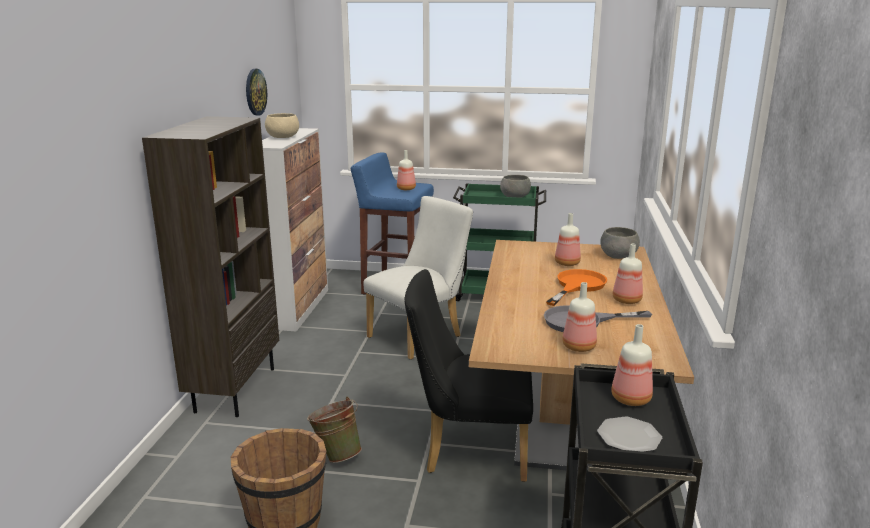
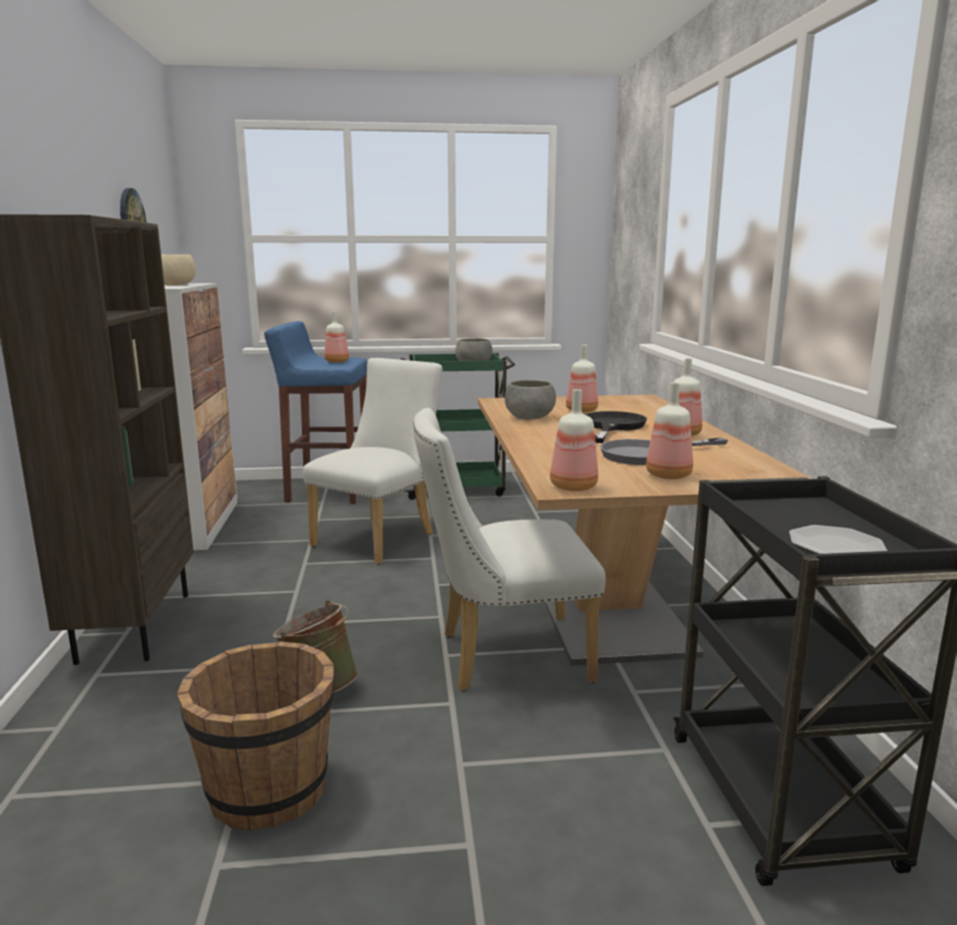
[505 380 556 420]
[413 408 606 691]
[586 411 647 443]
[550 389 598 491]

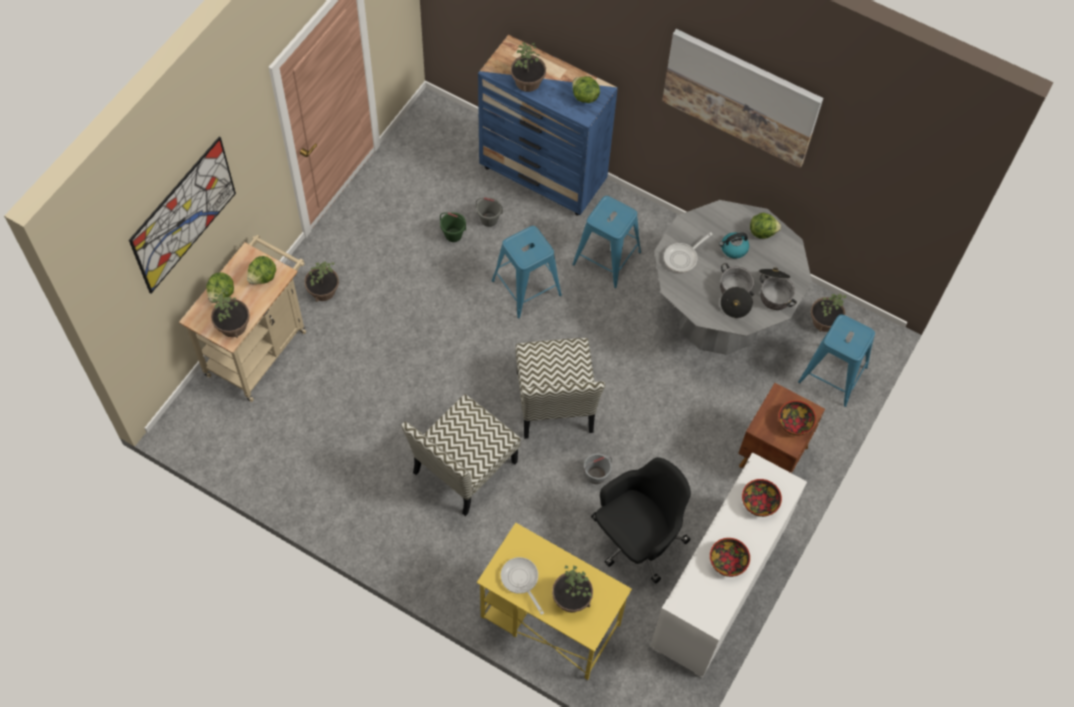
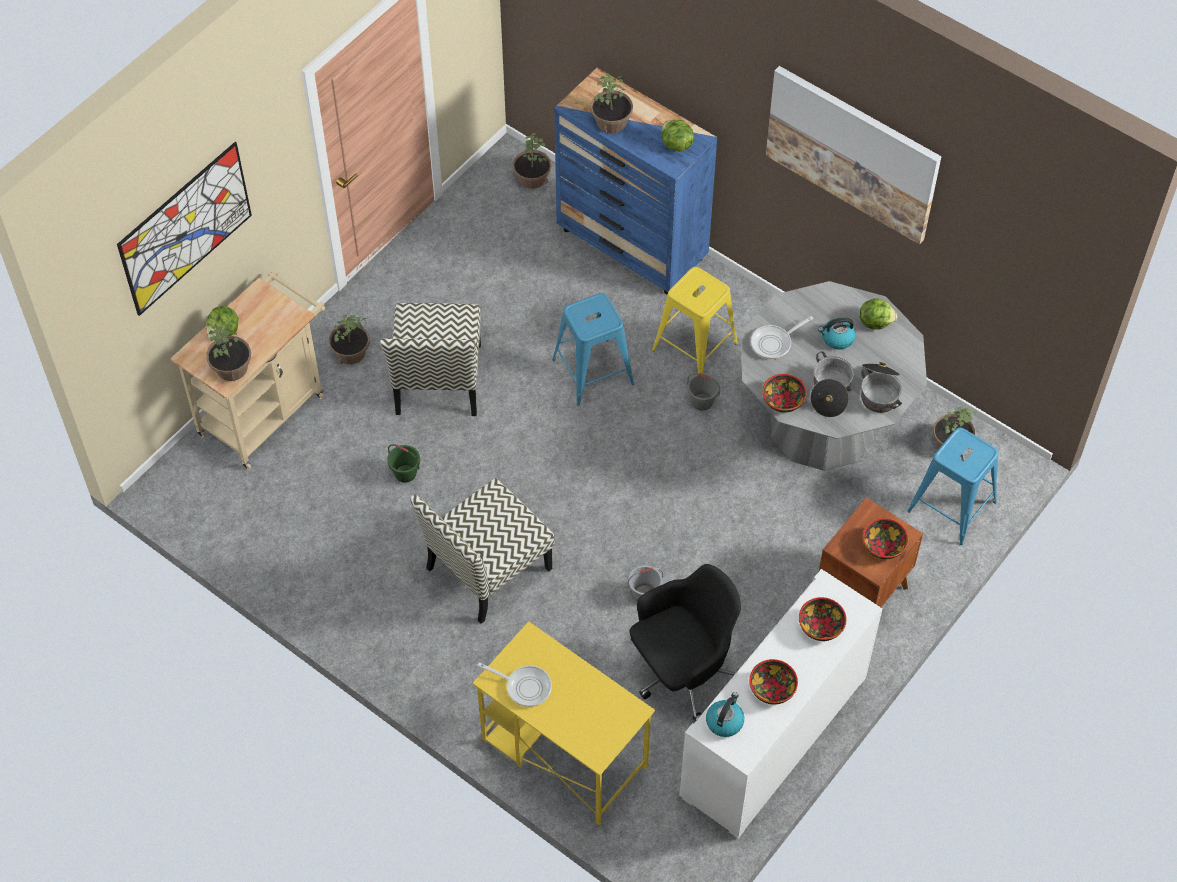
[652 267 738 374]
[687 373 720 411]
[387 444 420 483]
[247 256 276 284] (first image)
[380 303 481 416]
[477 663 552 707]
[513 132 551 189]
[762 374 807 413]
[706 692 744 737]

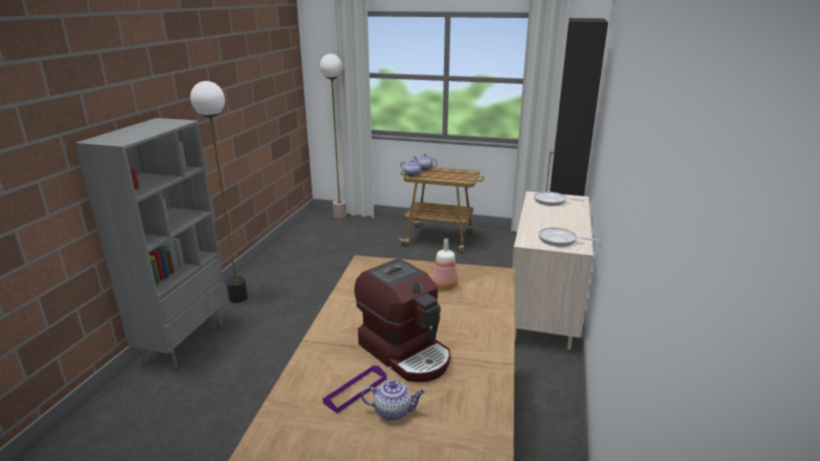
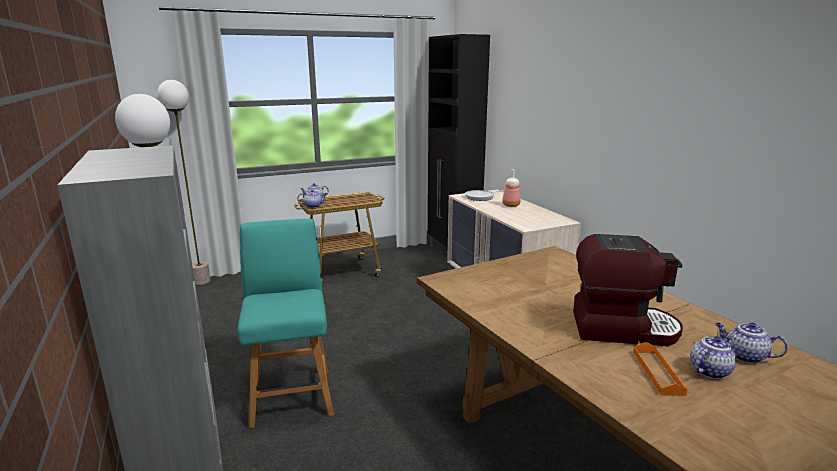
[539 227 599 247] (first image)
[502 169 520 207]
[633 342 688 396]
[237 219 334 428]
[715 322 788 363]

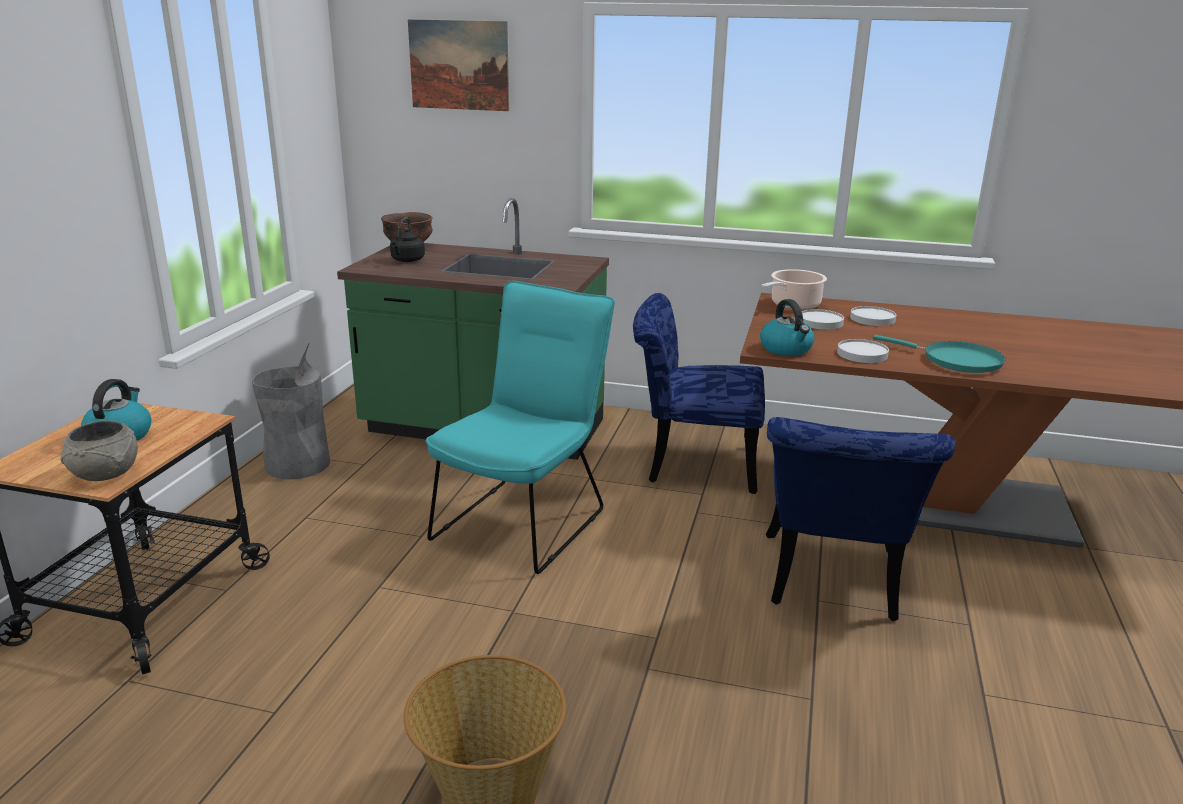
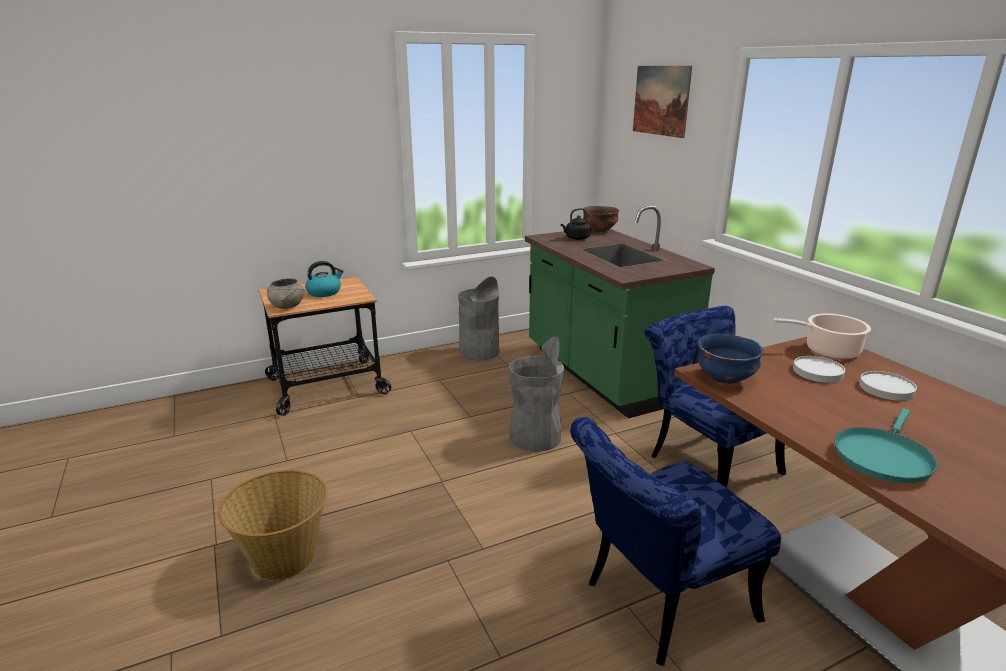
[509 336 564 452]
[697 334 763 383]
[834 408 938 483]
[837 339 889 363] (first image)

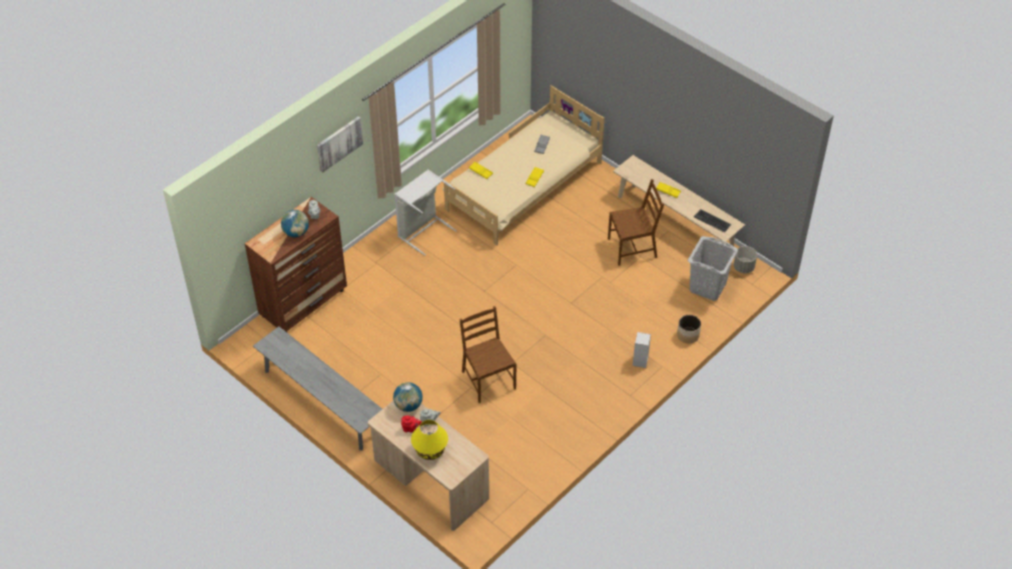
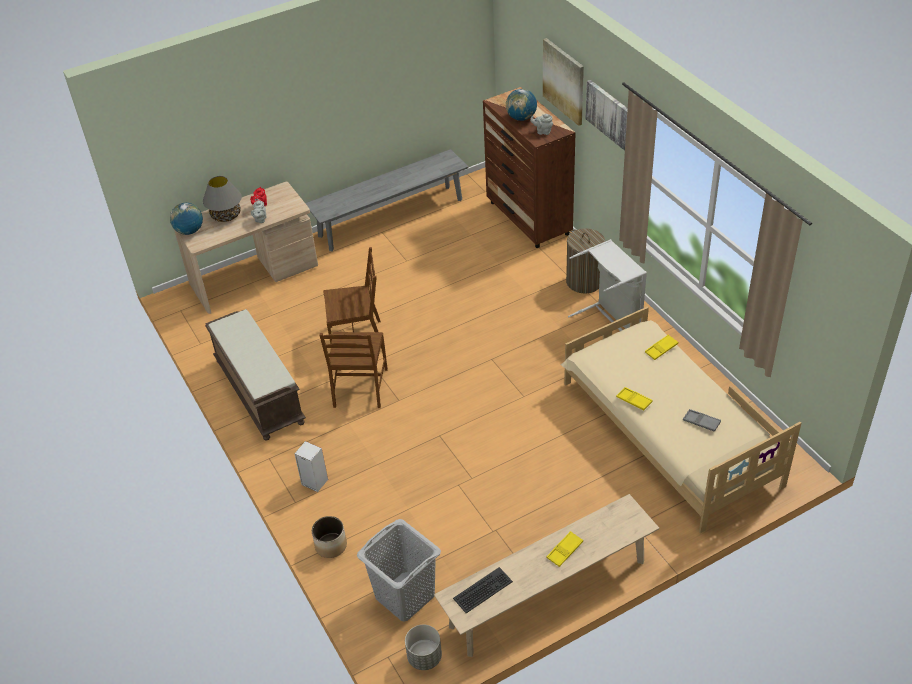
[319 332 388 408]
[170 203 203 235]
[203 176 242 222]
[543 38 584 126]
[566 228 605 293]
[205 309 306 441]

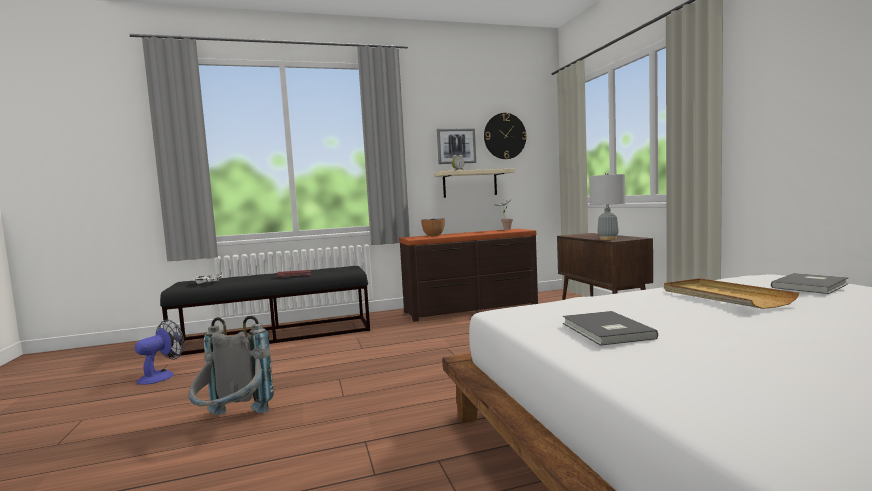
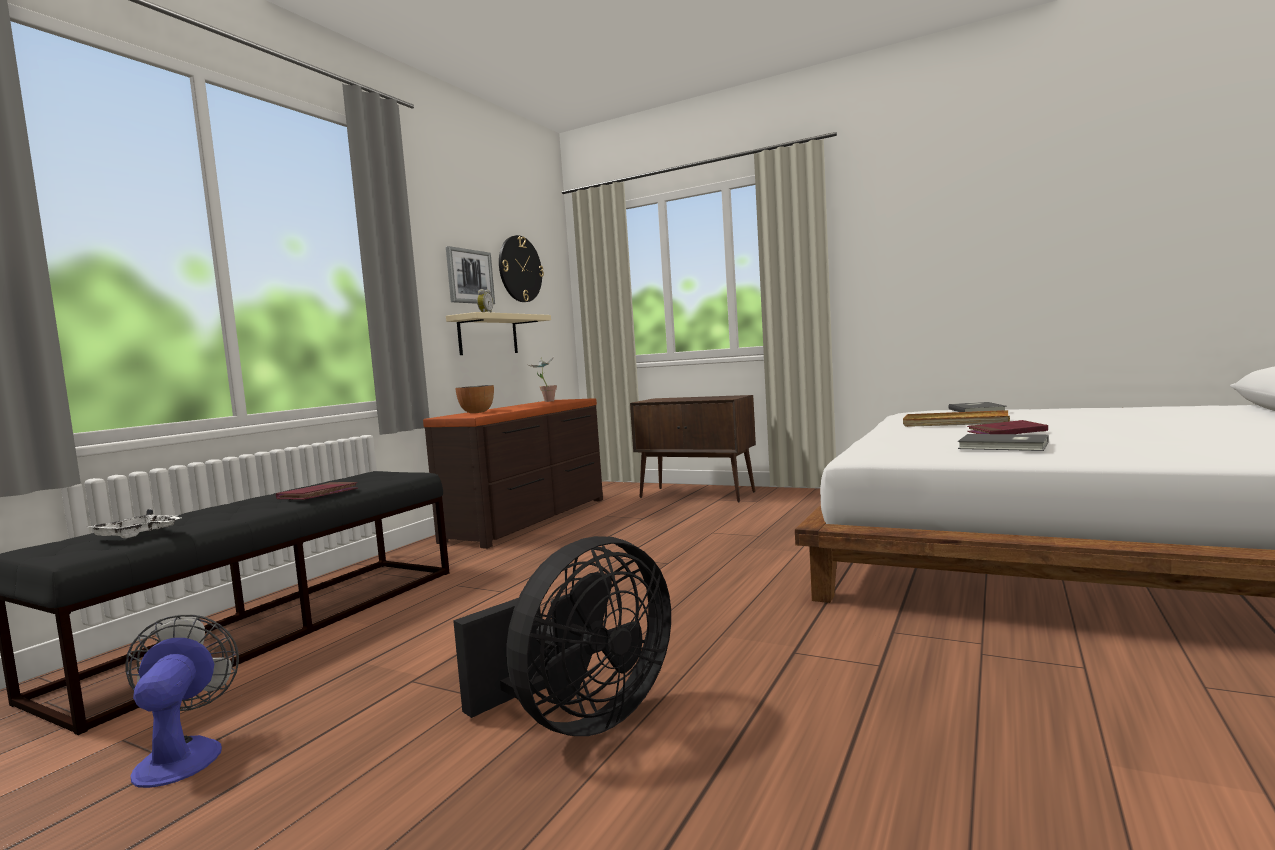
[589 172 625 240] (first image)
[453 536 671 736]
[967 420 1048 434]

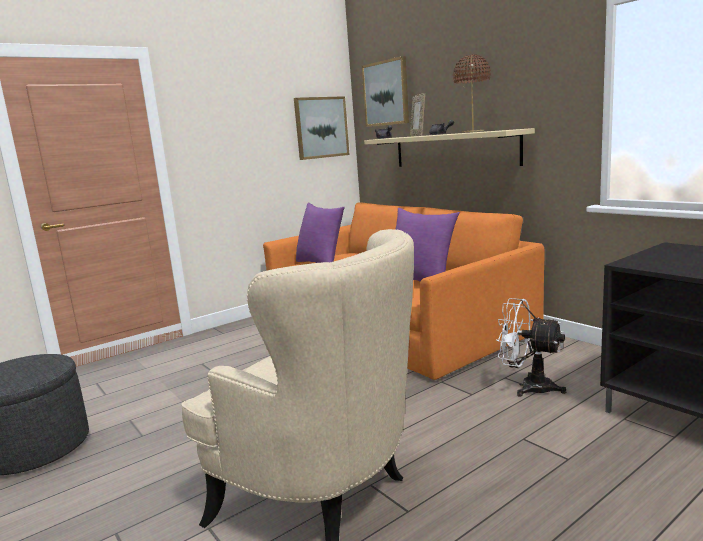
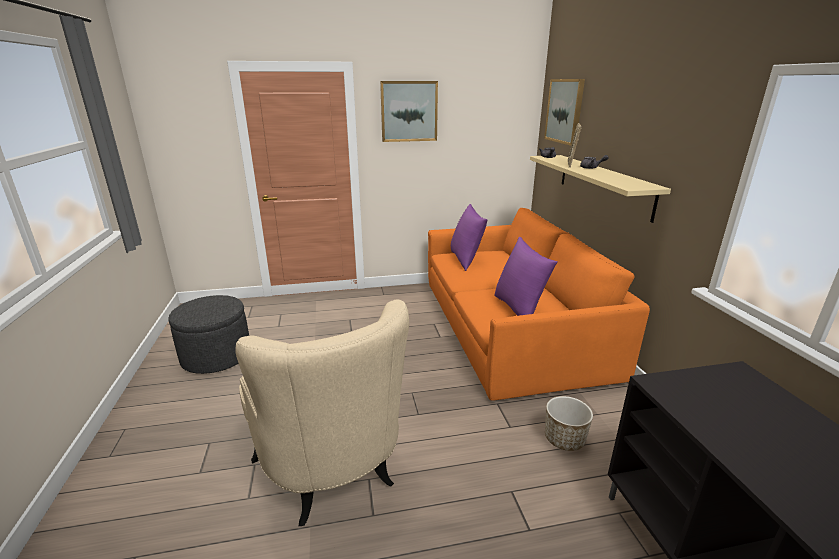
[453 54 491 132] (first image)
[380 81 438 142]
[545 396 593 451]

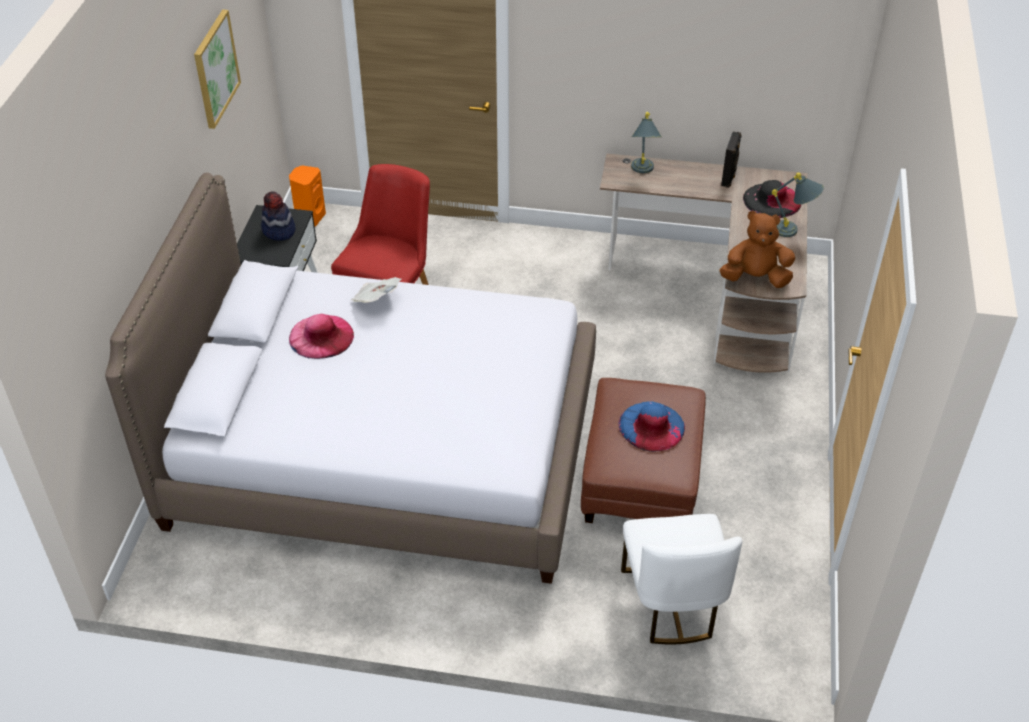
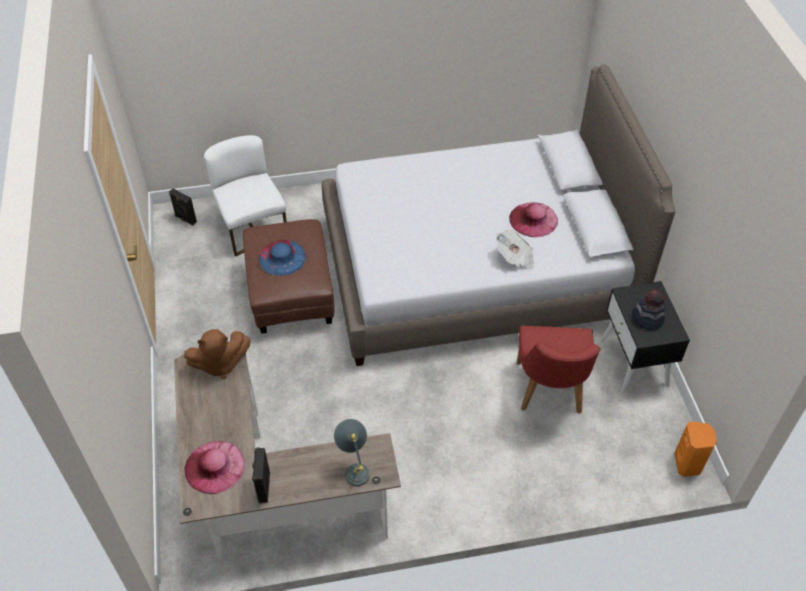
[194 9 241 129] (first image)
[772 173 824 237] (first image)
[185 441 245 494]
[169 189 197 225]

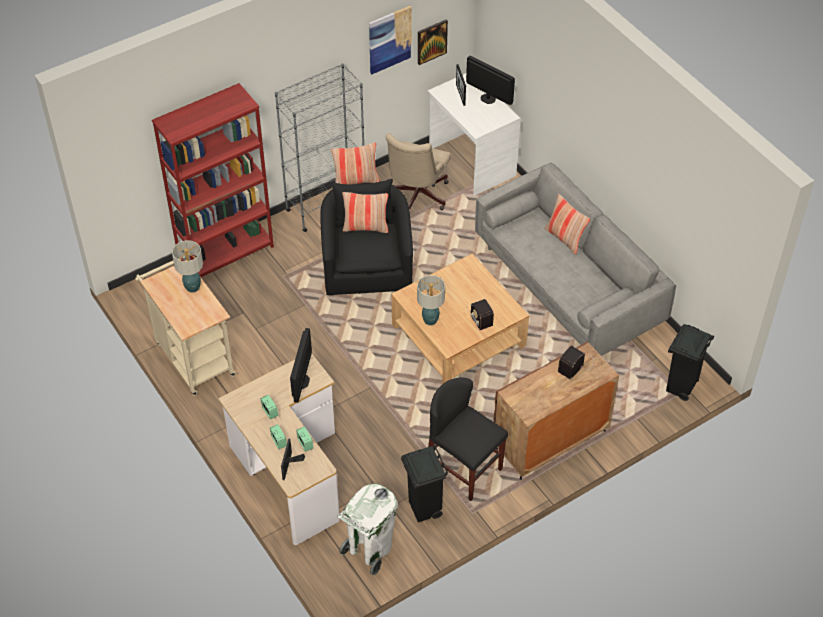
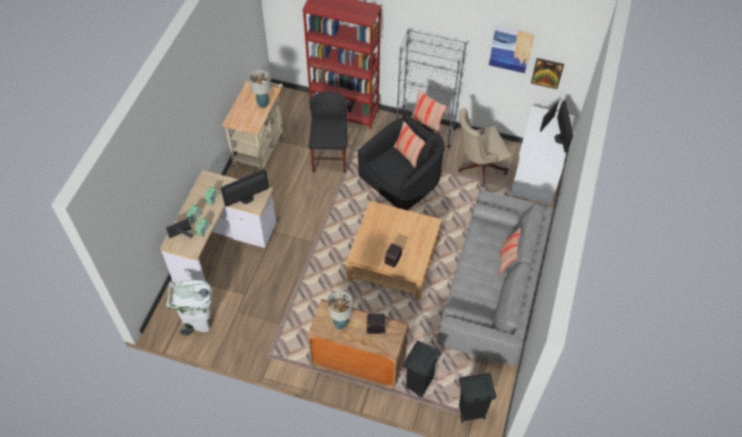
[328 291 353 329]
[309 91 348 173]
[402 341 441 397]

